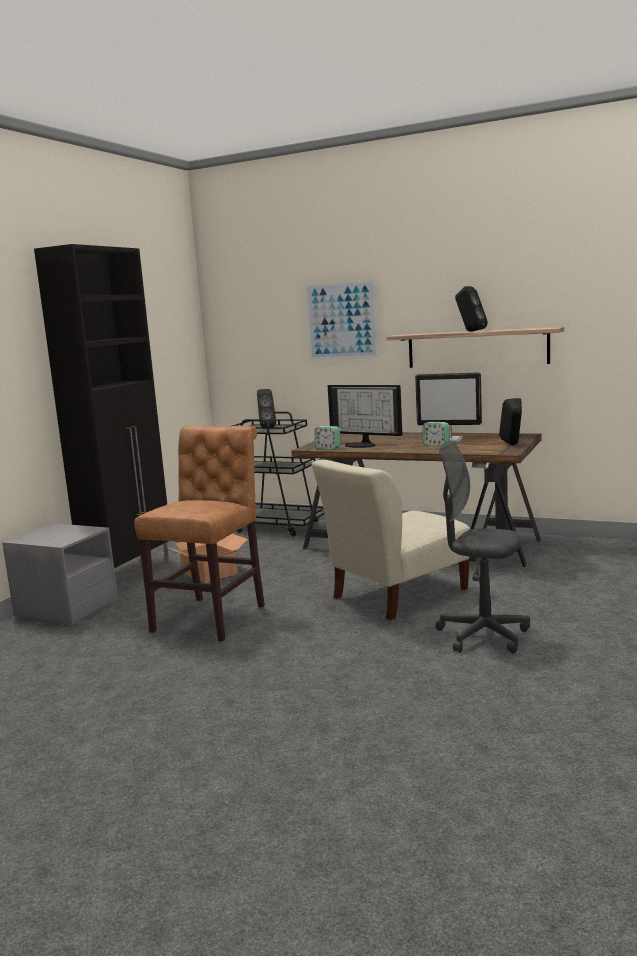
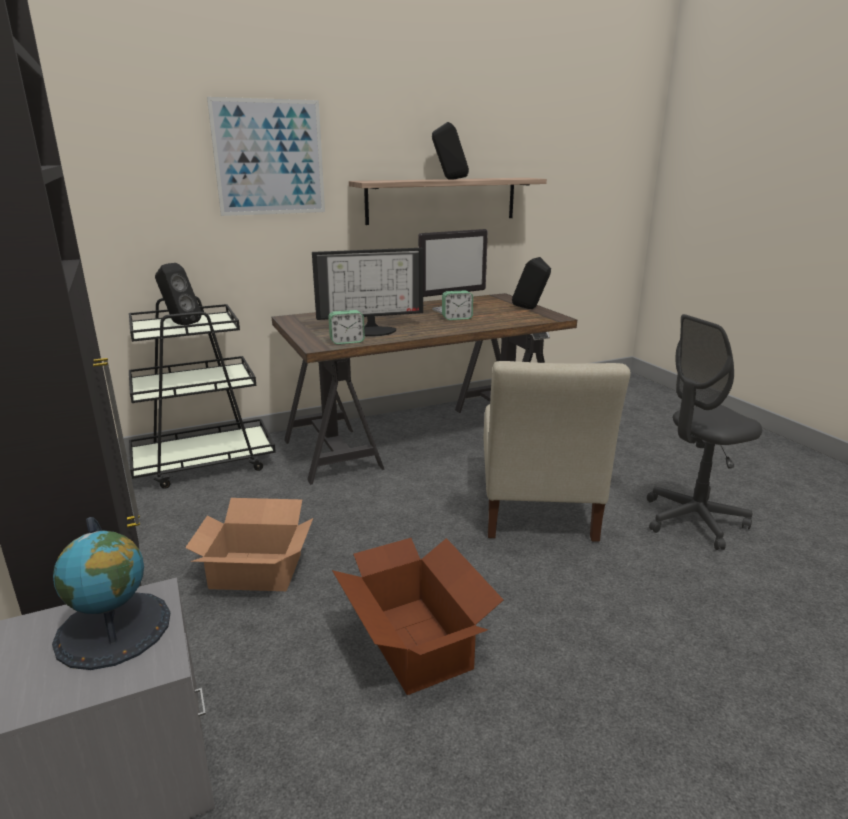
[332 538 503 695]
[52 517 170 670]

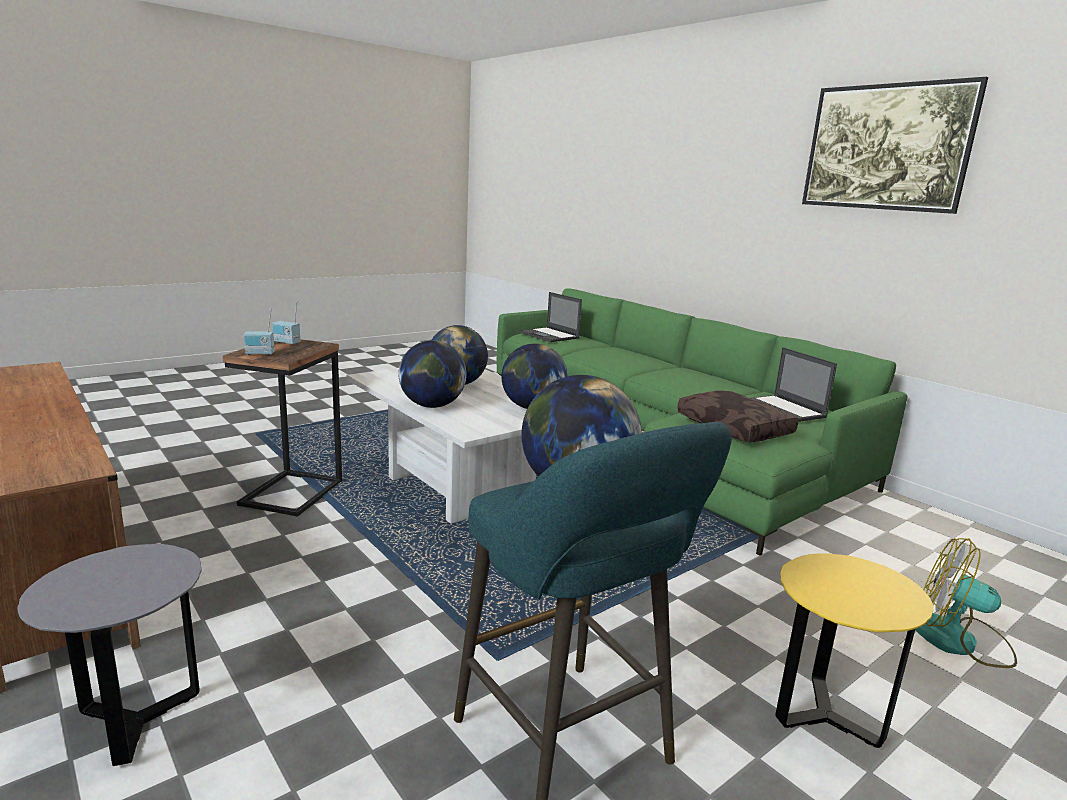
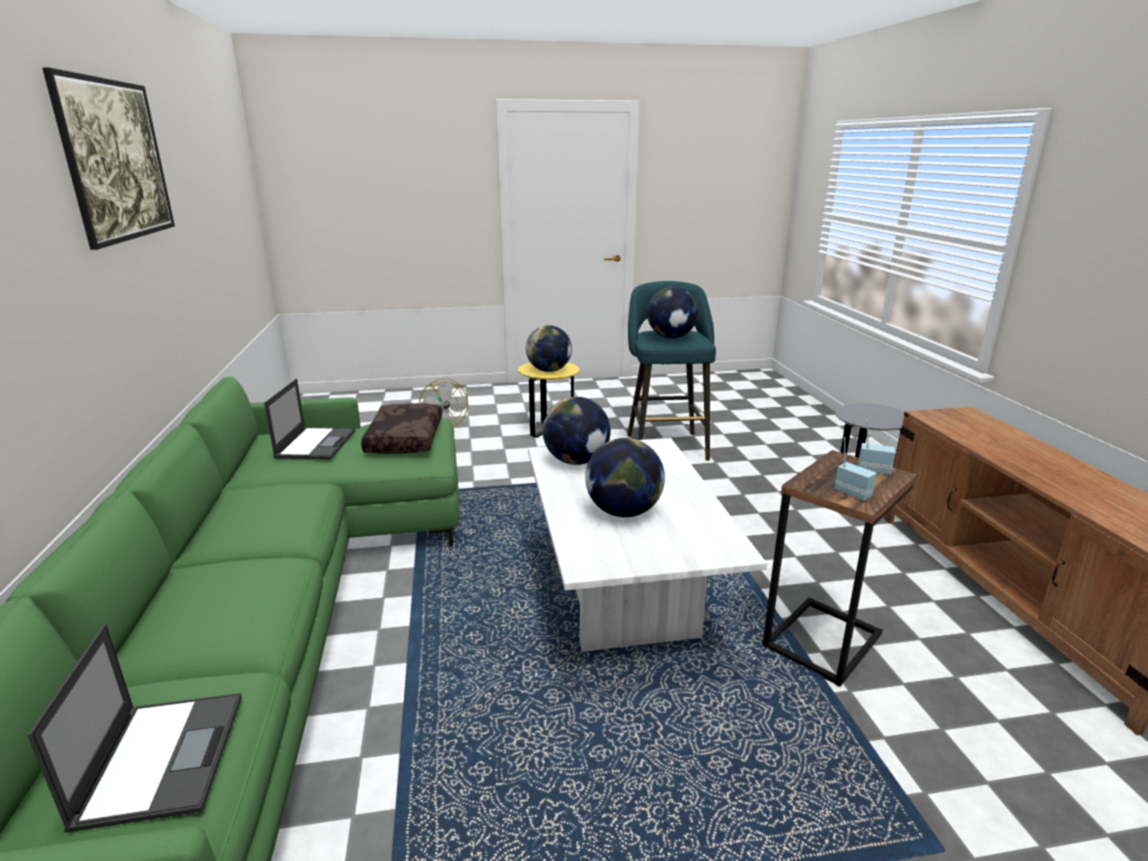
[526 325 572 372]

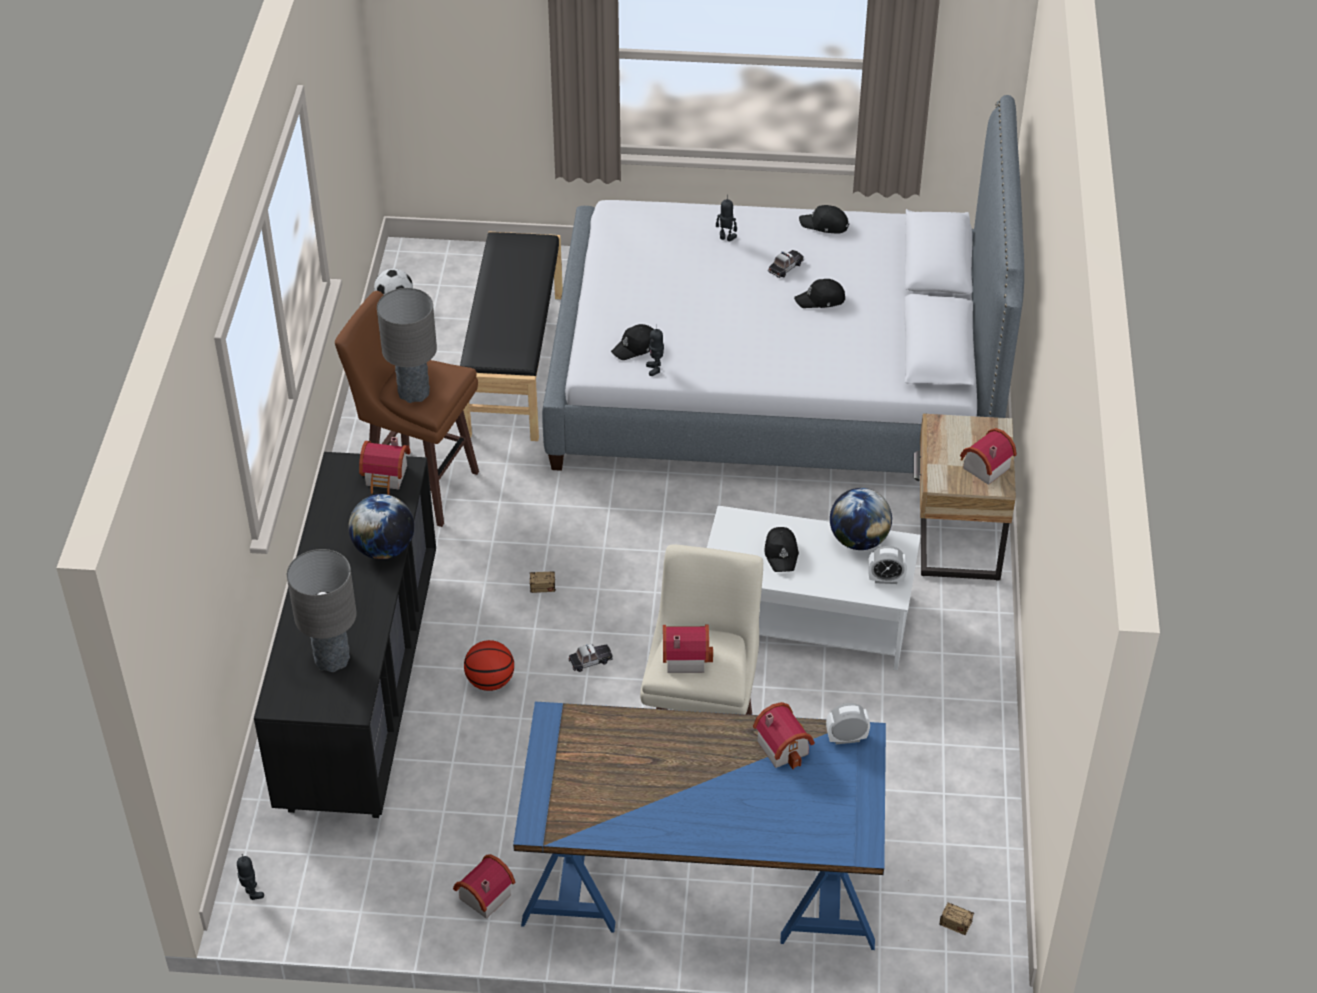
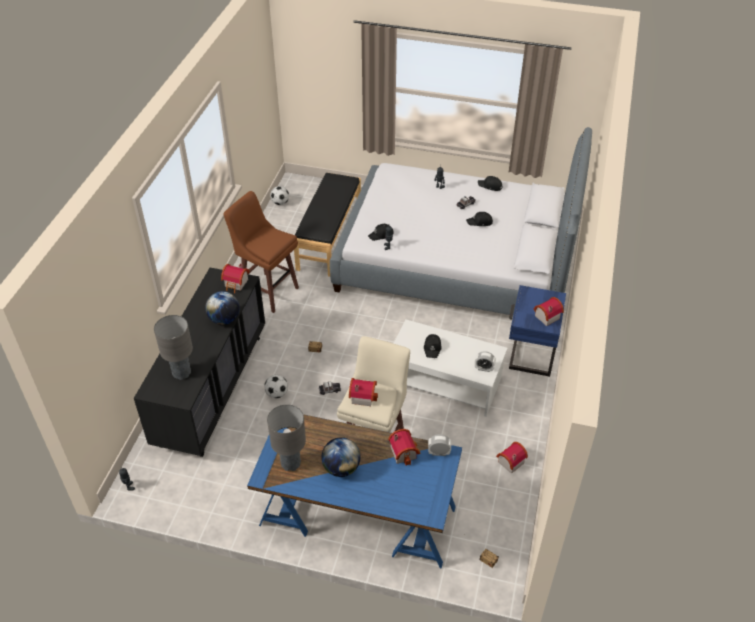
[267 404 306 471]
[509 285 566 377]
[321 437 360 477]
[264 375 288 398]
[496 442 528 474]

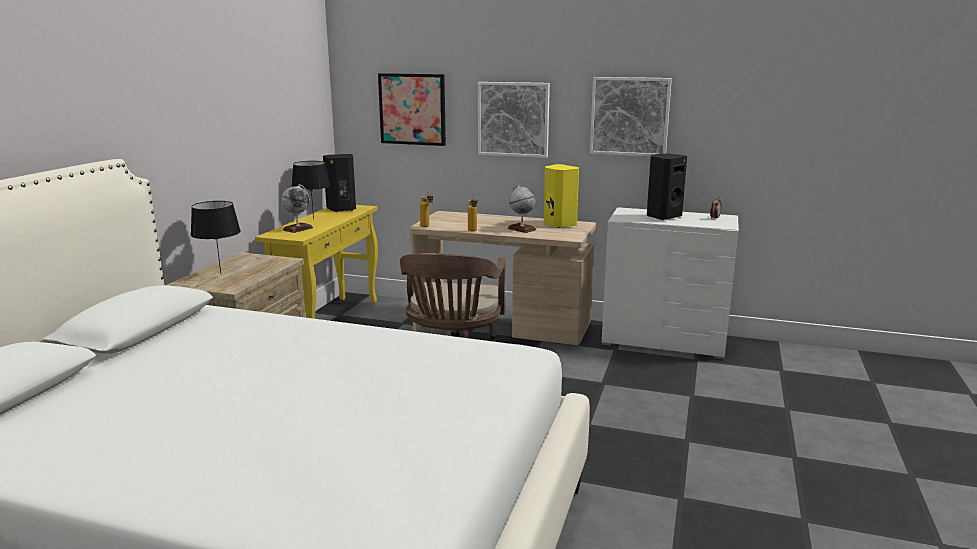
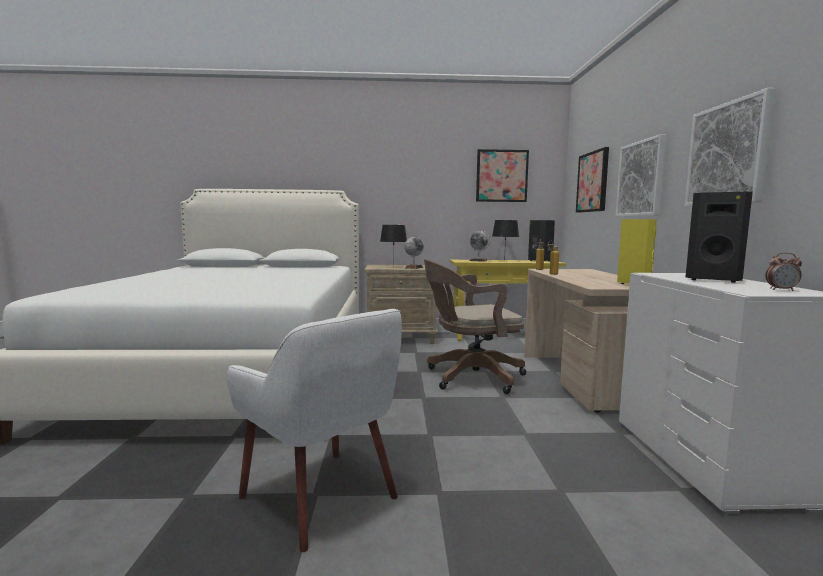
[405 236 424 269]
[476 149 529 202]
[227 309 402 552]

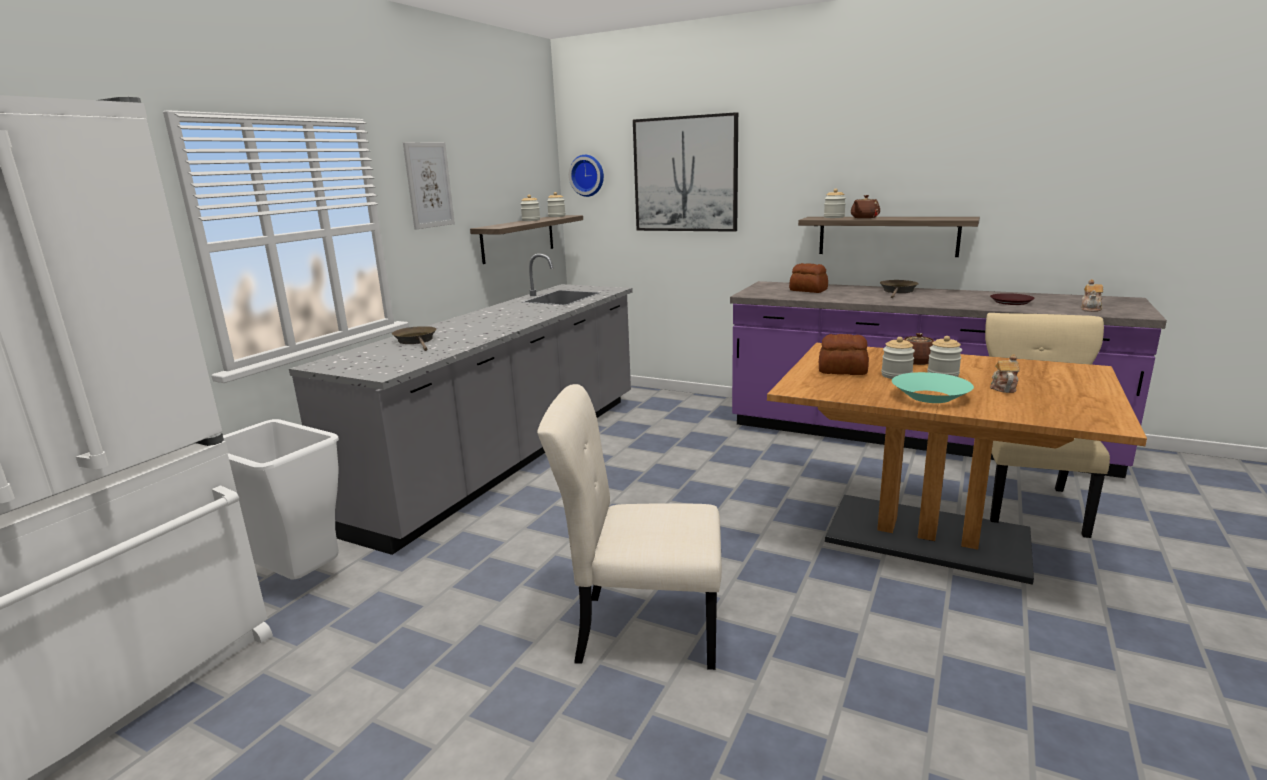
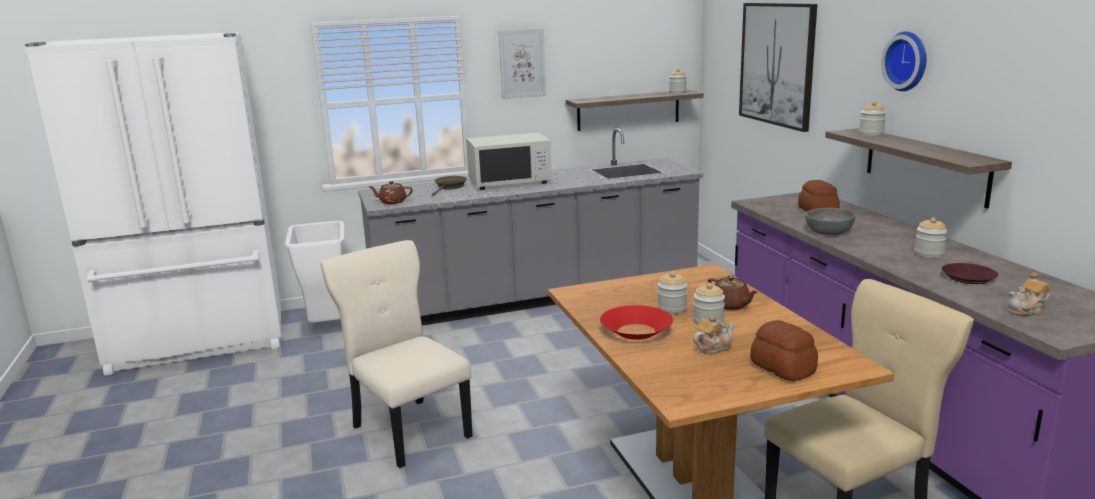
[881 32 926 91]
[914 218 948 258]
[368 181 413 204]
[880 280 919 298] (first image)
[750 320 818 381]
[600 305 673 340]
[466 133 552 190]
[805 208 855 235]

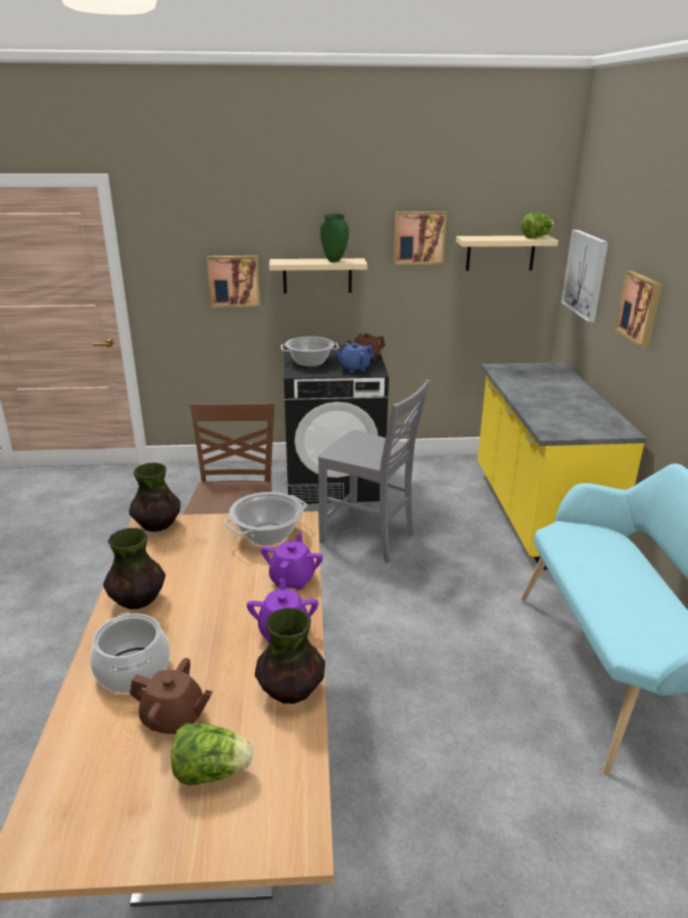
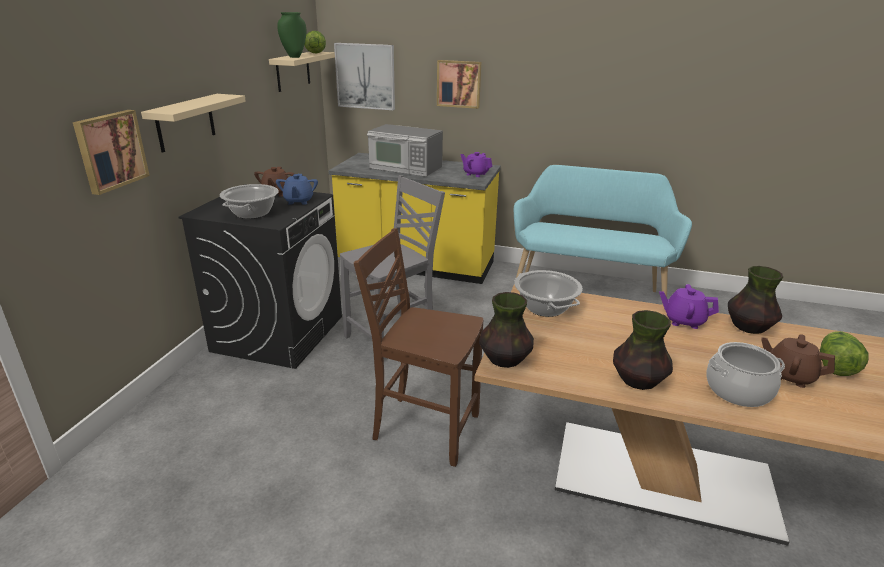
[393 211 447 265] (first image)
[277 12 306 58]
[460 152 493 177]
[761 334 835 388]
[367 124 443 177]

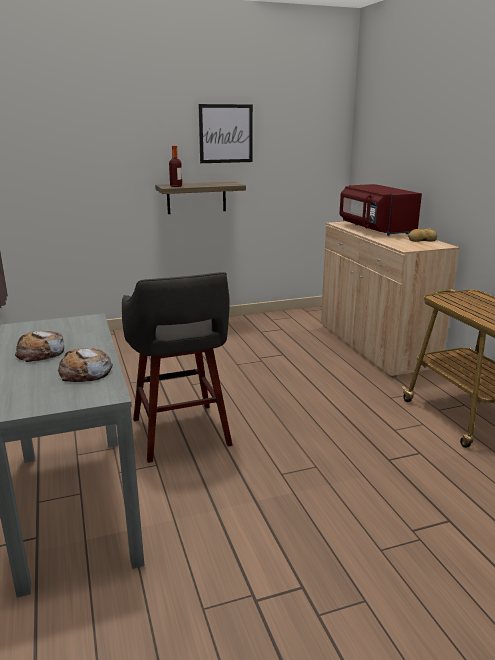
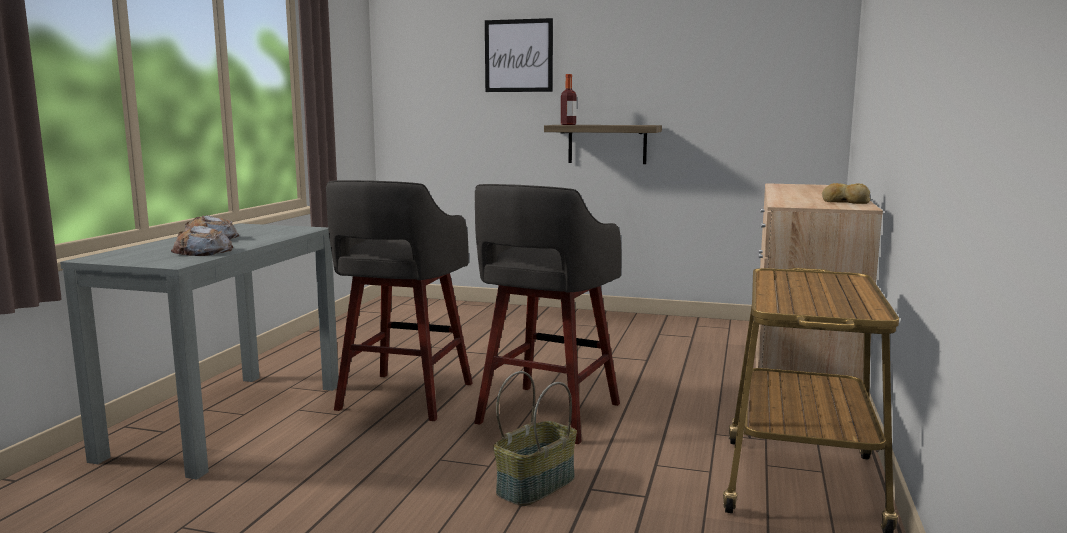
[485 18 553 92]
[339 184 422 236] (first image)
[474 184 622 444]
[493 371 577 506]

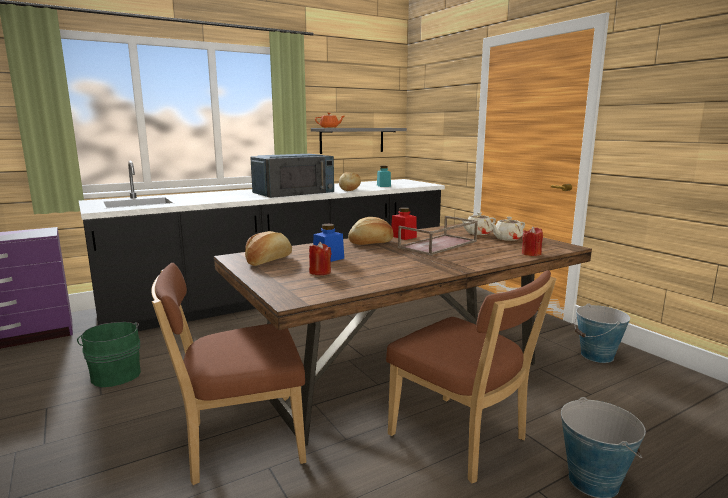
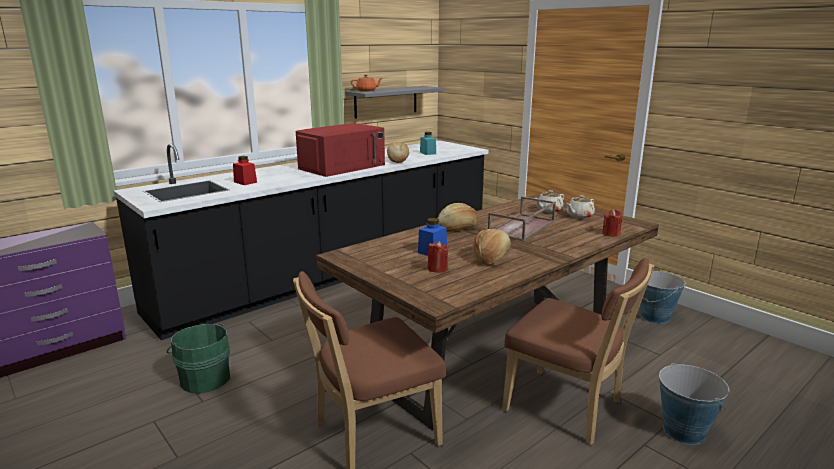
[296 123 385 177]
[233 156 257 185]
[472 229 511 265]

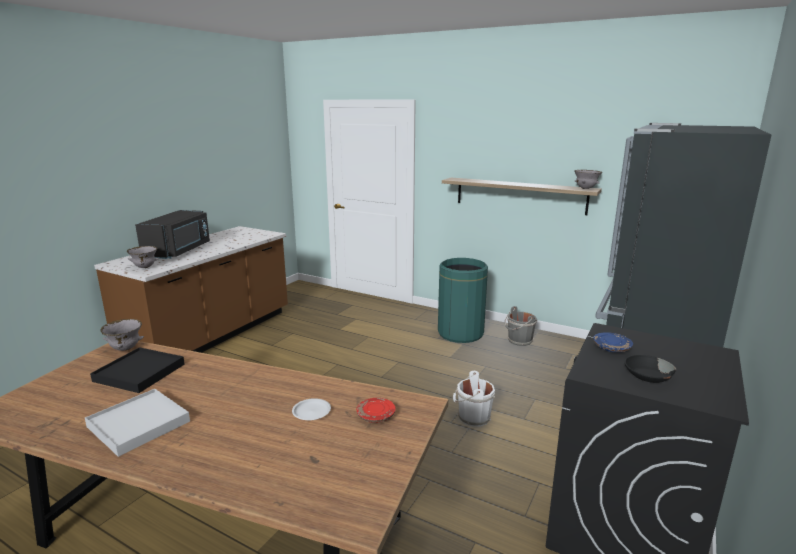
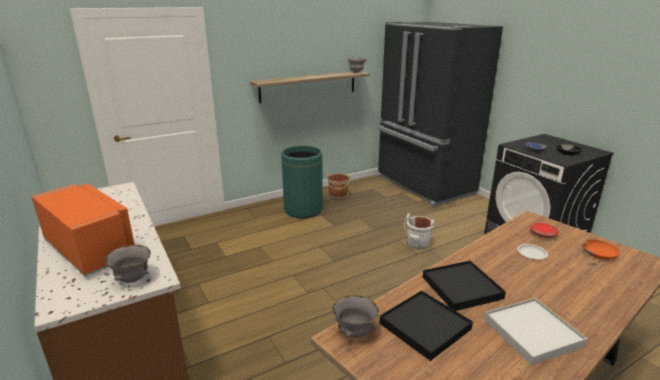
[31 184 135 277]
[326 172 351 200]
[582 239 620 260]
[423 261 506 311]

